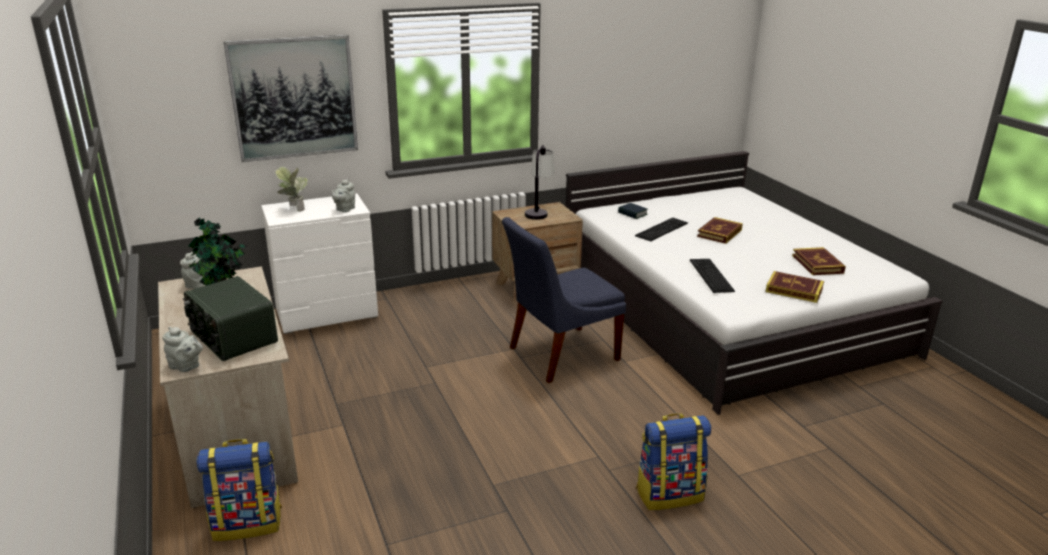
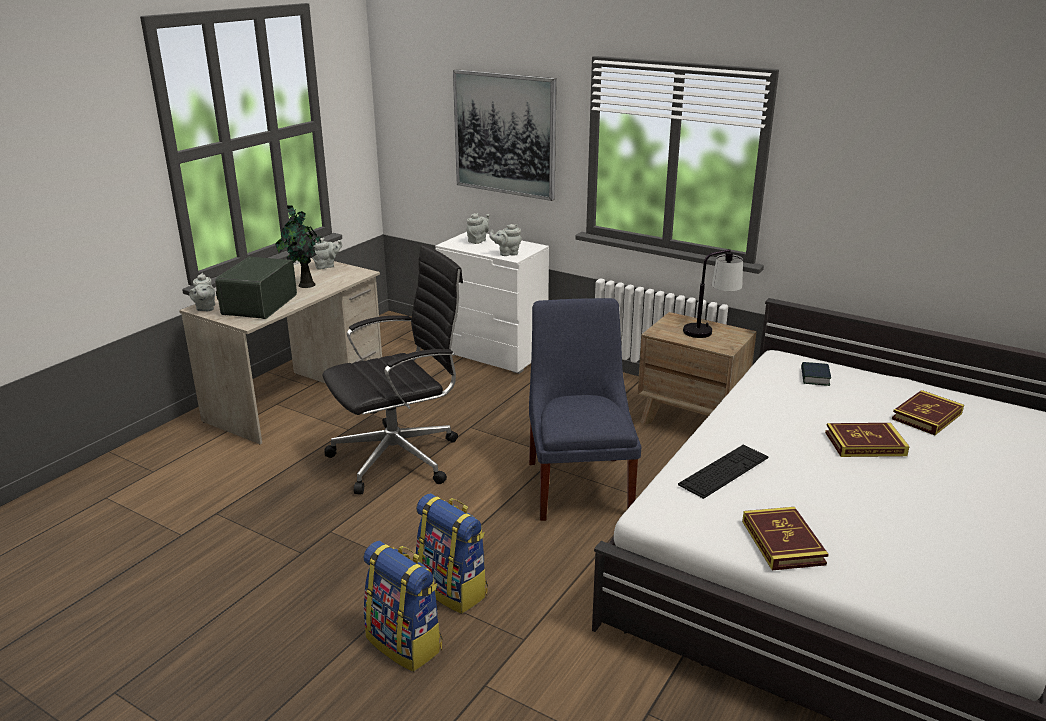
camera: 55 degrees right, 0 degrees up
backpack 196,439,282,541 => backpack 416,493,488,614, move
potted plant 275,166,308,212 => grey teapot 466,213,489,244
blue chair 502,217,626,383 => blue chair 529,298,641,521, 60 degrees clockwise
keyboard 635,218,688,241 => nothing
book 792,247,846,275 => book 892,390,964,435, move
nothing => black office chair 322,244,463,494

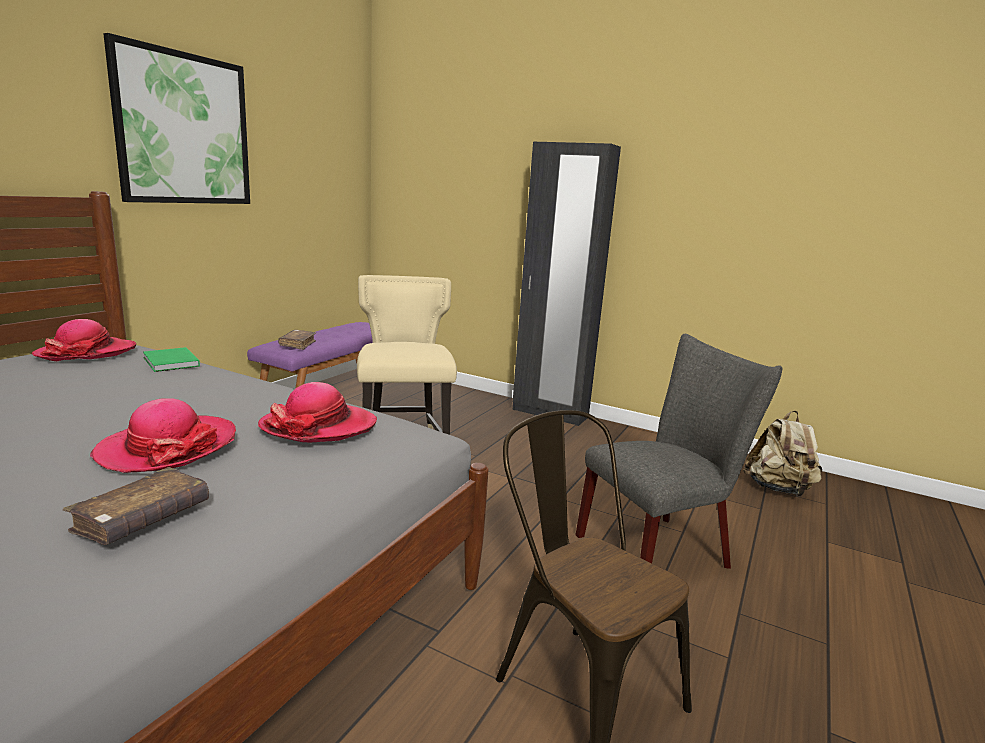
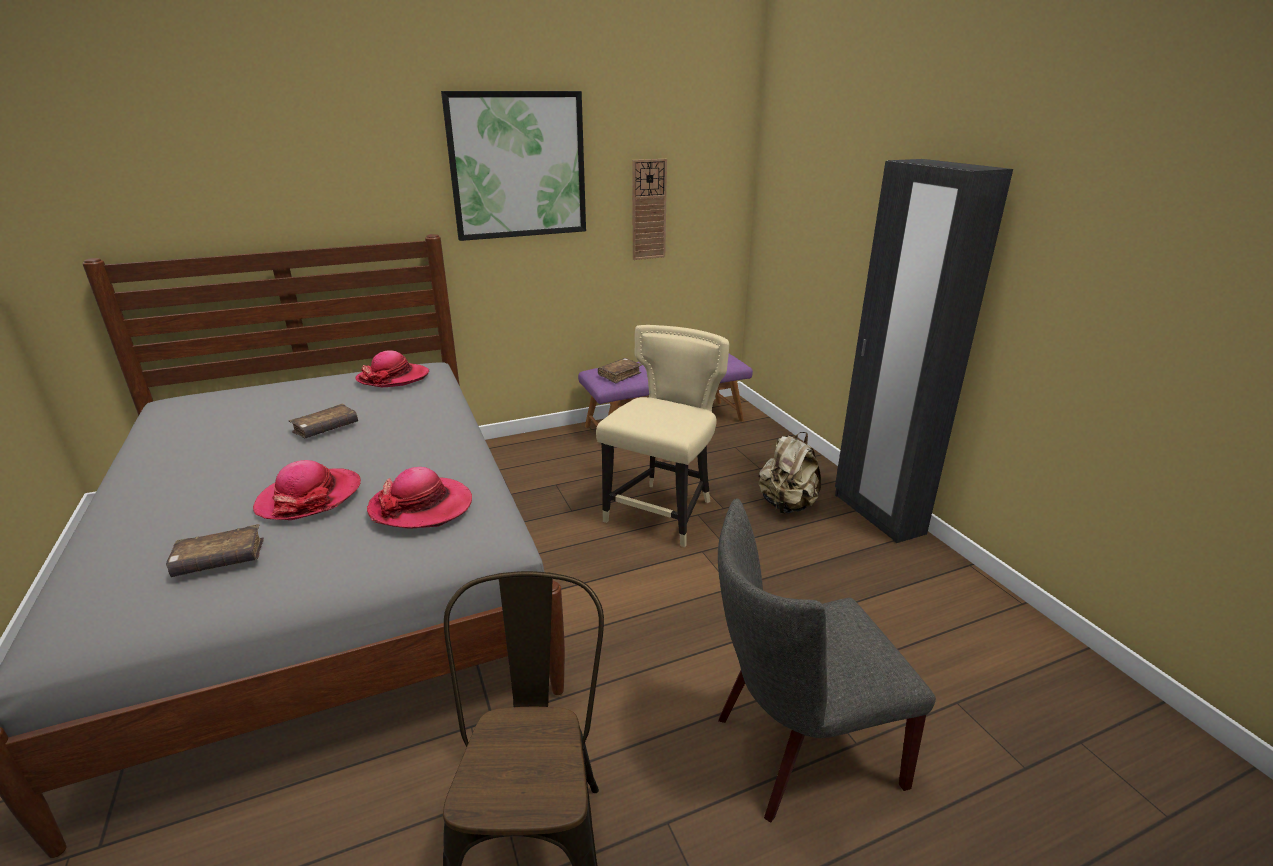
camera: 40 degrees right, 10 degrees up
green book 143,347,200,372 => nothing
grey chair 576,334,782,569 => grey chair 718,498,936,823, 150 degrees clockwise
beige backpack 743,411,822,497 => beige backpack 759,432,821,514, move
nothing => brown book 289,404,358,438
nothing => wall clock 632,159,667,260

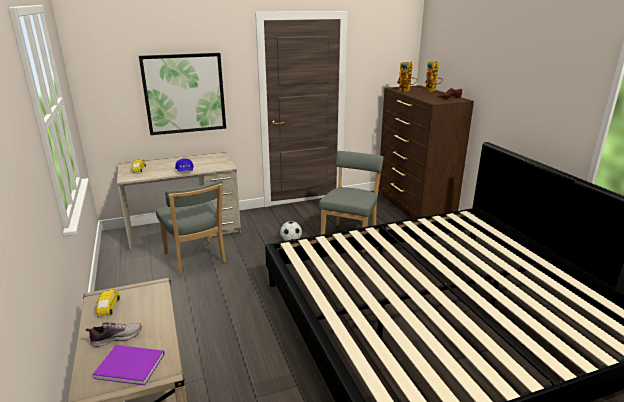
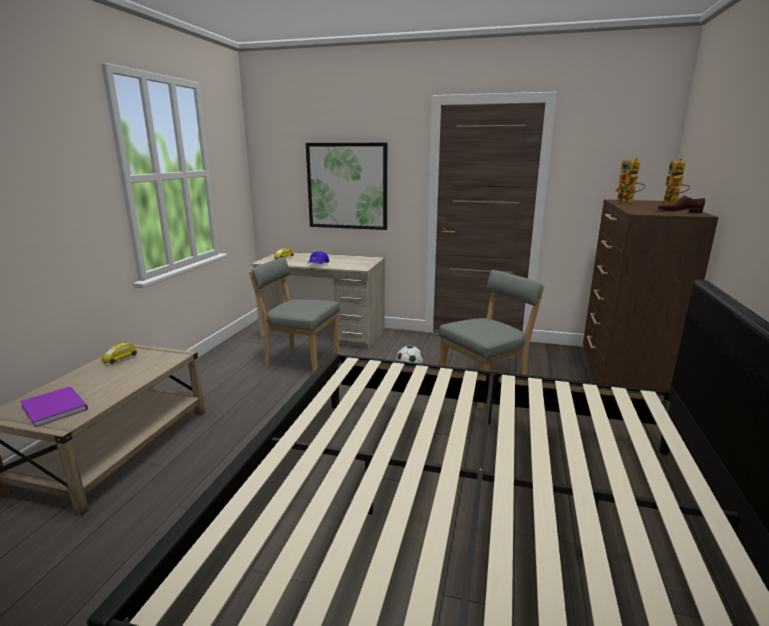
camera: 35 degrees right, 5 degrees down
shoe 86,322,141,347 => nothing
grey chair 156,180,226,275 => grey chair 249,257,340,373, 105 degrees clockwise

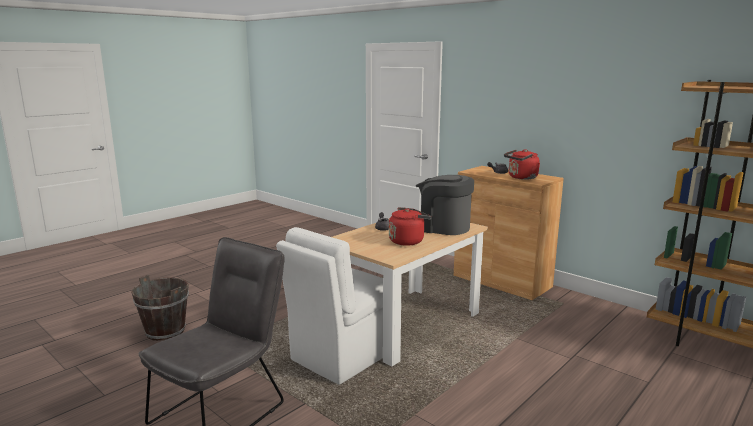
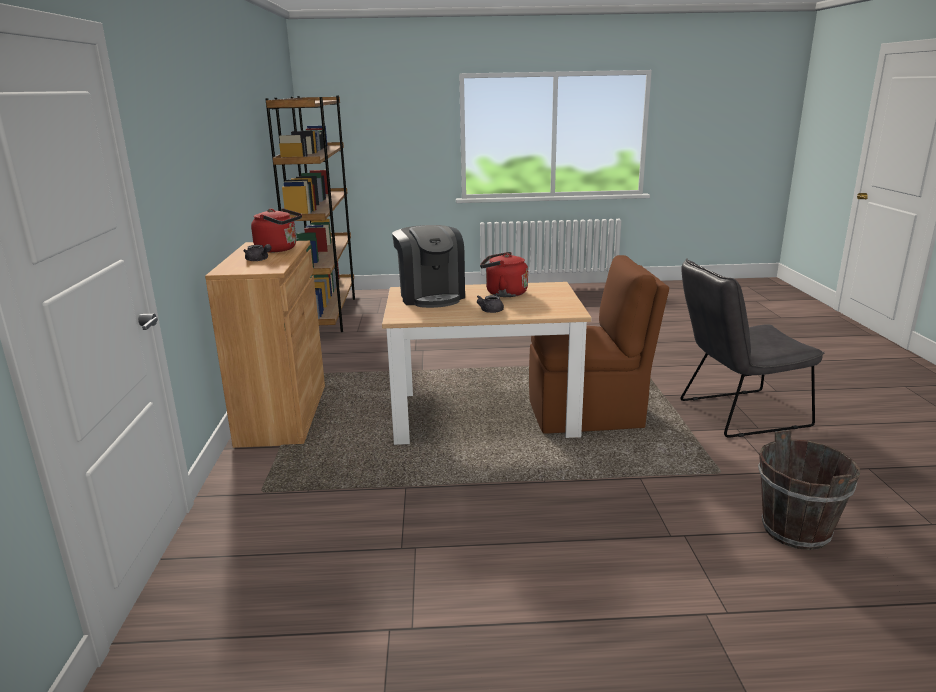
camera: 135 degrees left, 5 degrees up
white chair 276,227,383,385 => brown chair 529,255,669,434

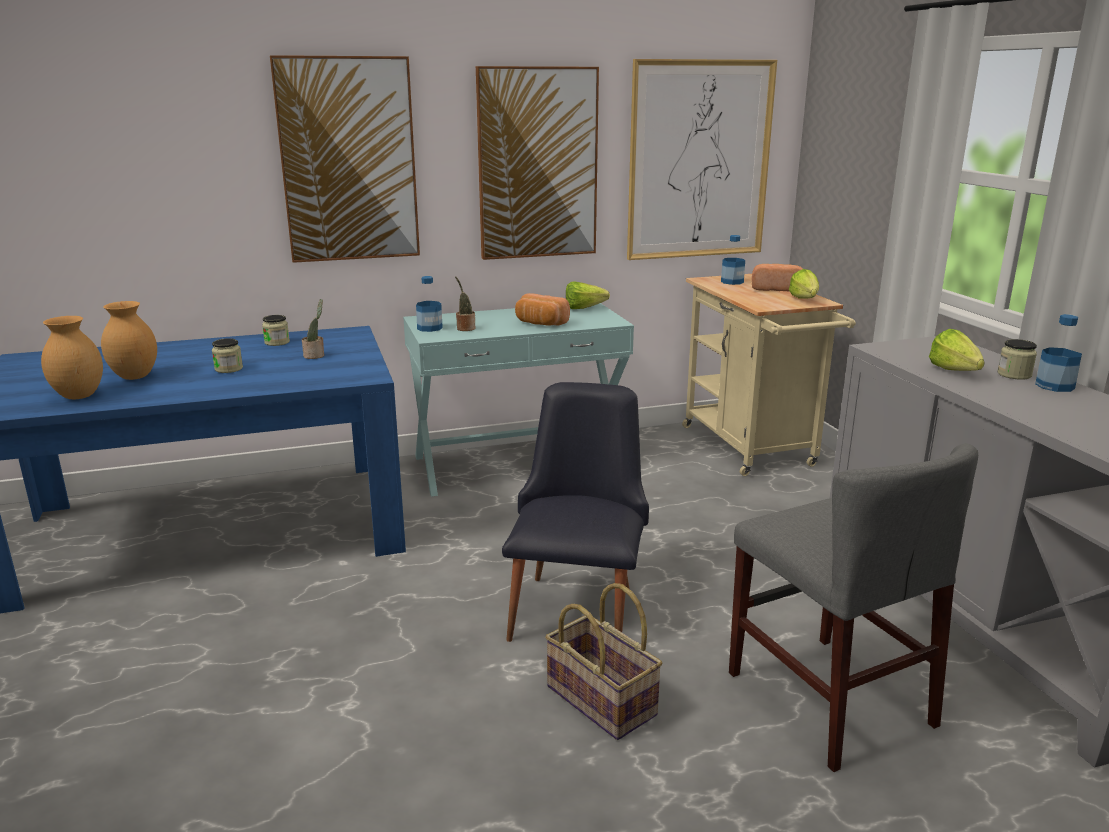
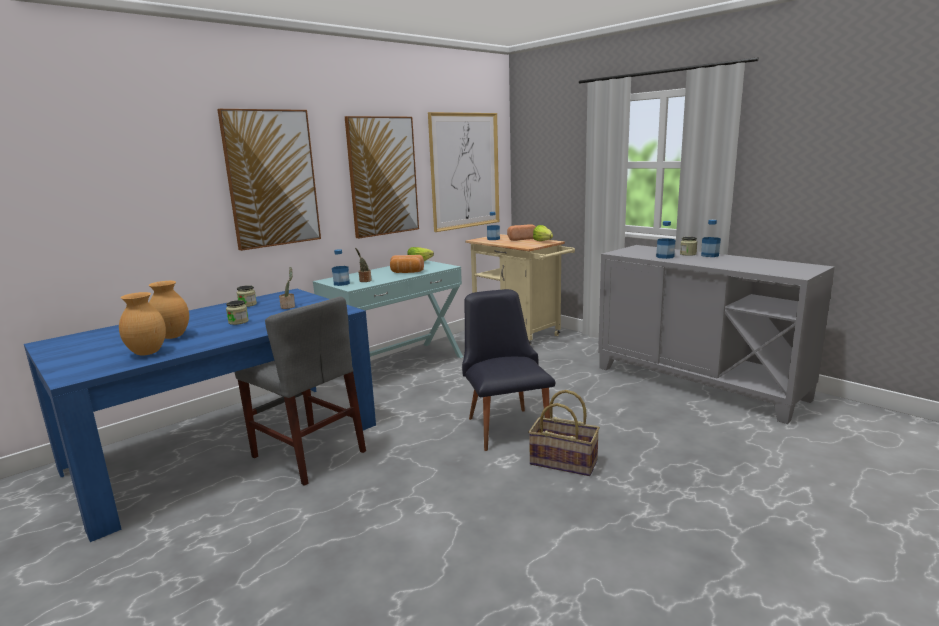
camera: 25 degrees left, 5 degrees down
grey chair 729,443,978,772 => grey chair 235,296,366,486, move
lettuce 929,329,985,371 => bottle 656,221,675,259

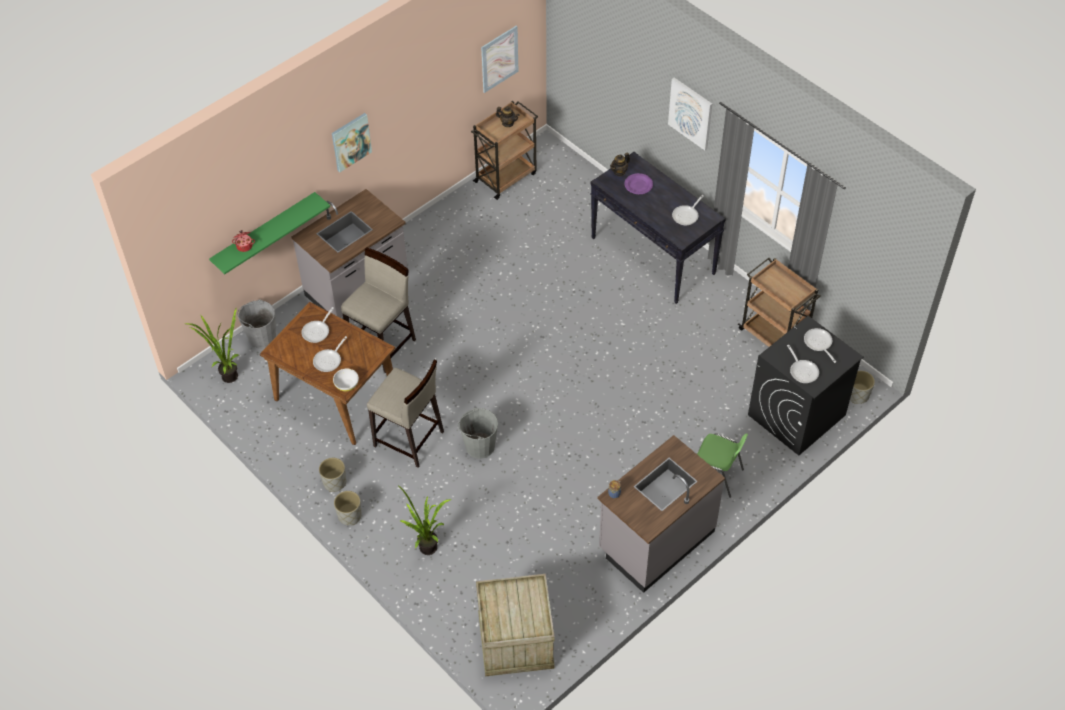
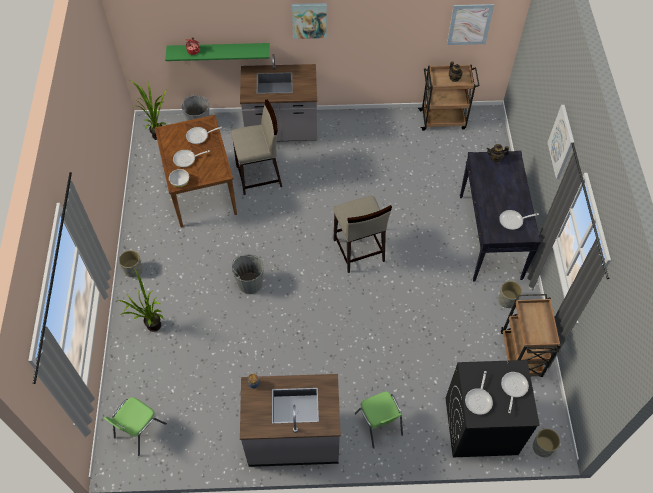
camera: 40 degrees right, 5 degrees up
grey planter 319,458,346,492 => grey planter 498,281,522,308, move
beige stool 367,359,444,468 => beige stool 333,195,392,273, move
crate 476,574,555,676 => green chair 104,397,167,456
purple plate 624,173,653,194 => nothing

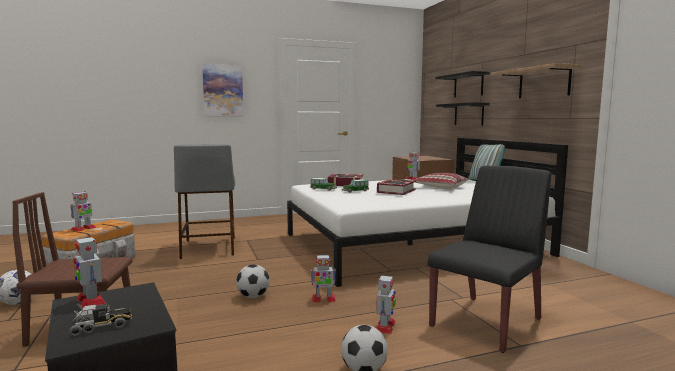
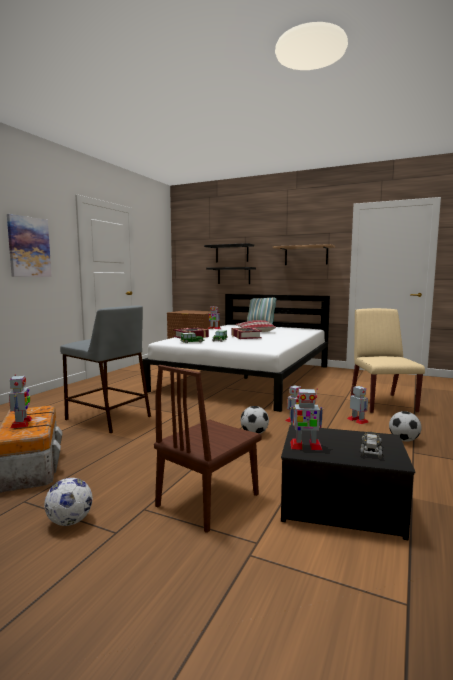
camera: 45 degrees left, 0 degrees up
black chair 427,166,551,353 => beige chair 351,308,425,413

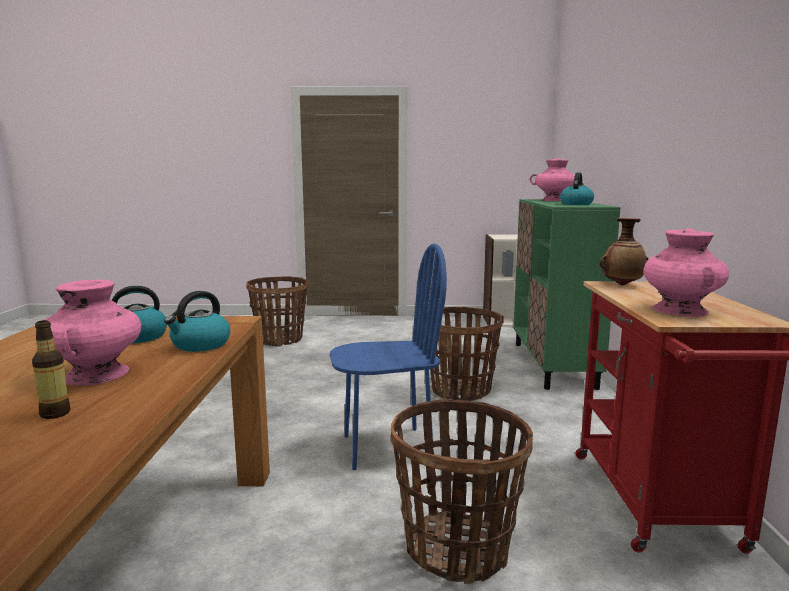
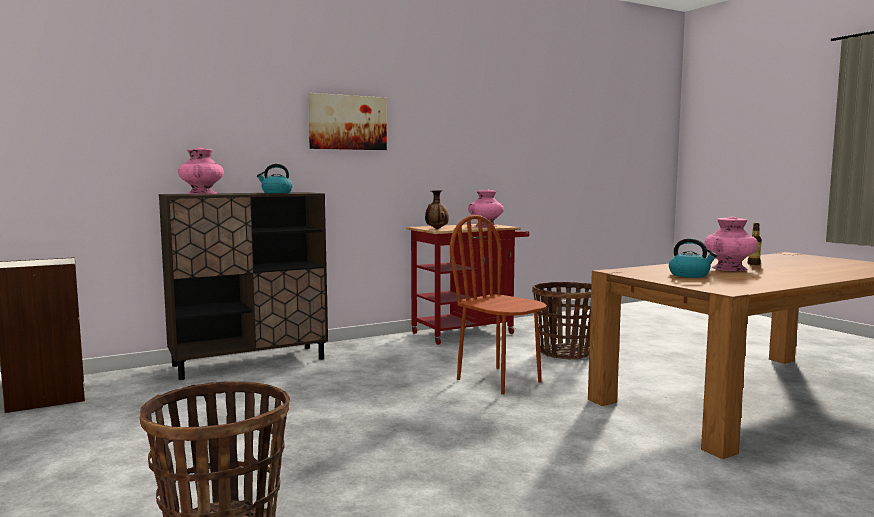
camera: 120 degrees left, 5 degrees down
kettle 164,291,230,352 => nothing
blue chair 330,244,447,470 => brown chair 450,215,547,395
basket 425,307,504,401 => nothing
green cabinet 513,199,621,390 => brown cabinet 159,192,328,380
nothing => picture 308,93,387,150

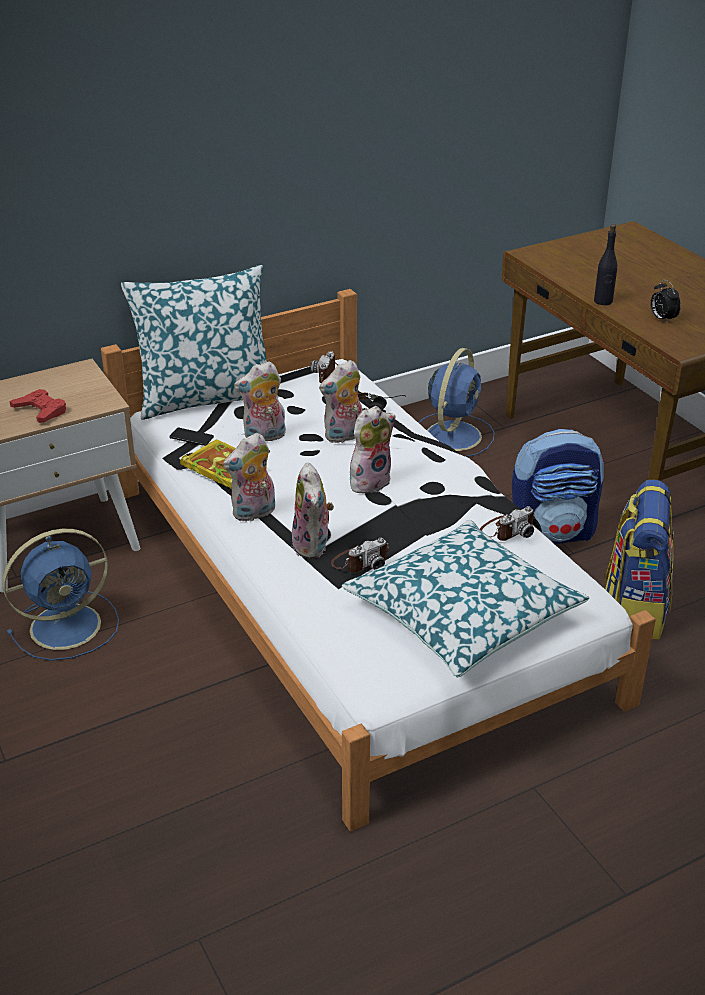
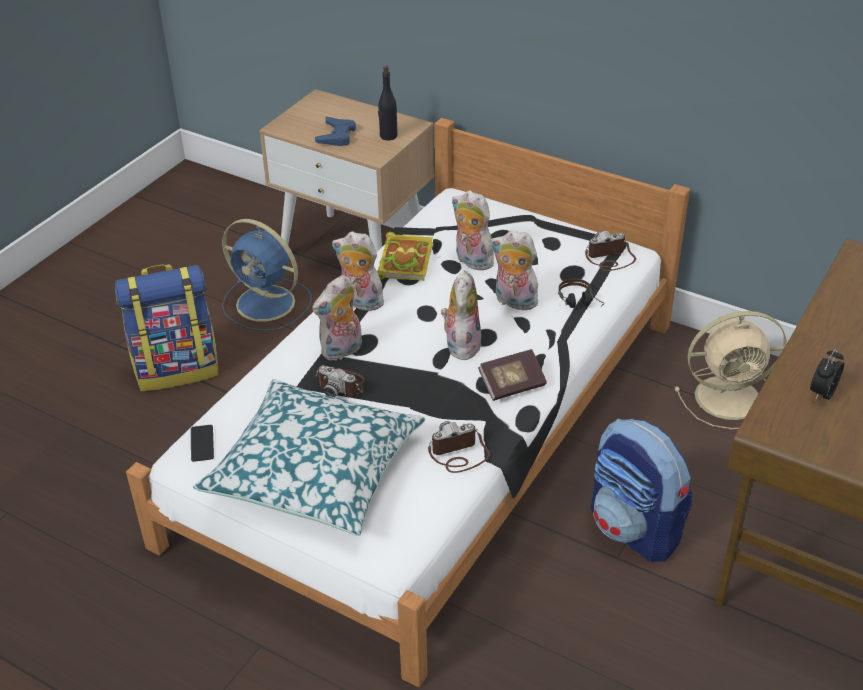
camera: 60 degrees right, 5 degrees up
red game controller 9,389,66,423 => blue game controller 315,117,356,146
pillow 121,265,278,420 => nothing
phone 169,428,214,446 => phone 191,425,214,462, move
plush toy 350,406,395,493 => plush toy 441,271,481,360, 105 degrees counterclockwise
blue fan 419,348,495,457 => beige fan 675,311,787,429
photo camera 480,506,535,541 => photo camera 428,421,490,473, 135 degrees clockwise
black bottle 594,224,617,305 => black bottle 378,65,398,140, move
backpack 605,480,674,639 => backpack 115,264,219,391, move
nothing => book 478,349,547,401

